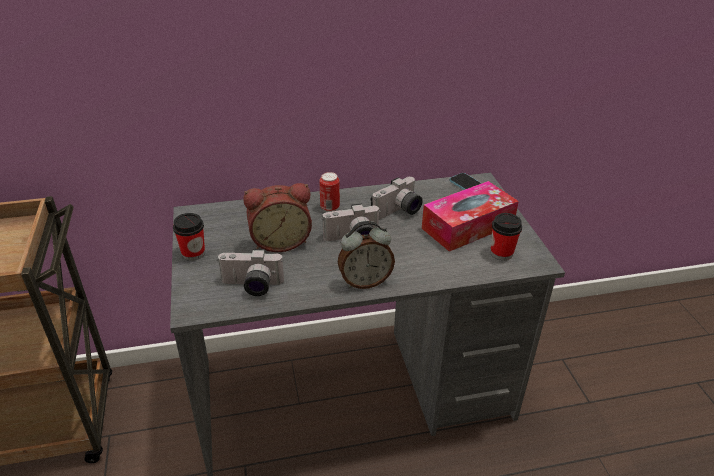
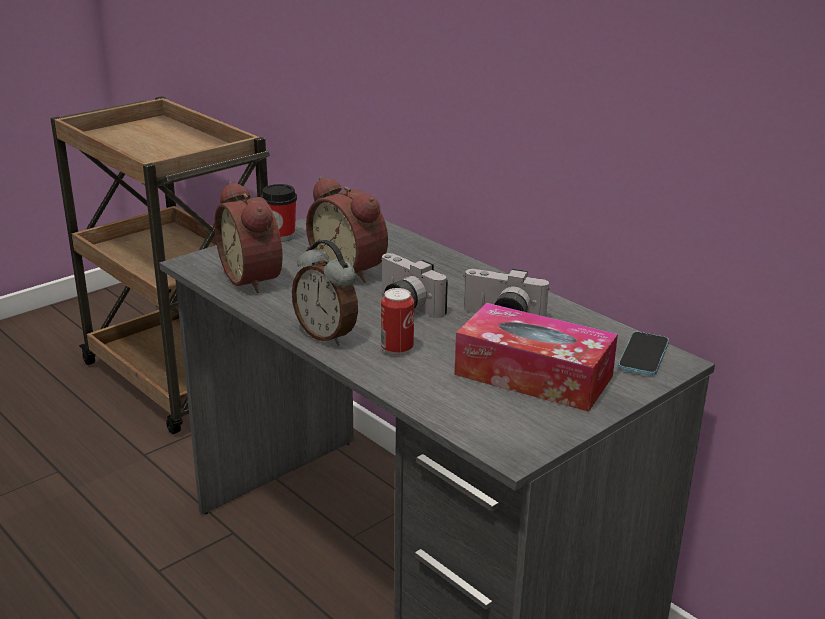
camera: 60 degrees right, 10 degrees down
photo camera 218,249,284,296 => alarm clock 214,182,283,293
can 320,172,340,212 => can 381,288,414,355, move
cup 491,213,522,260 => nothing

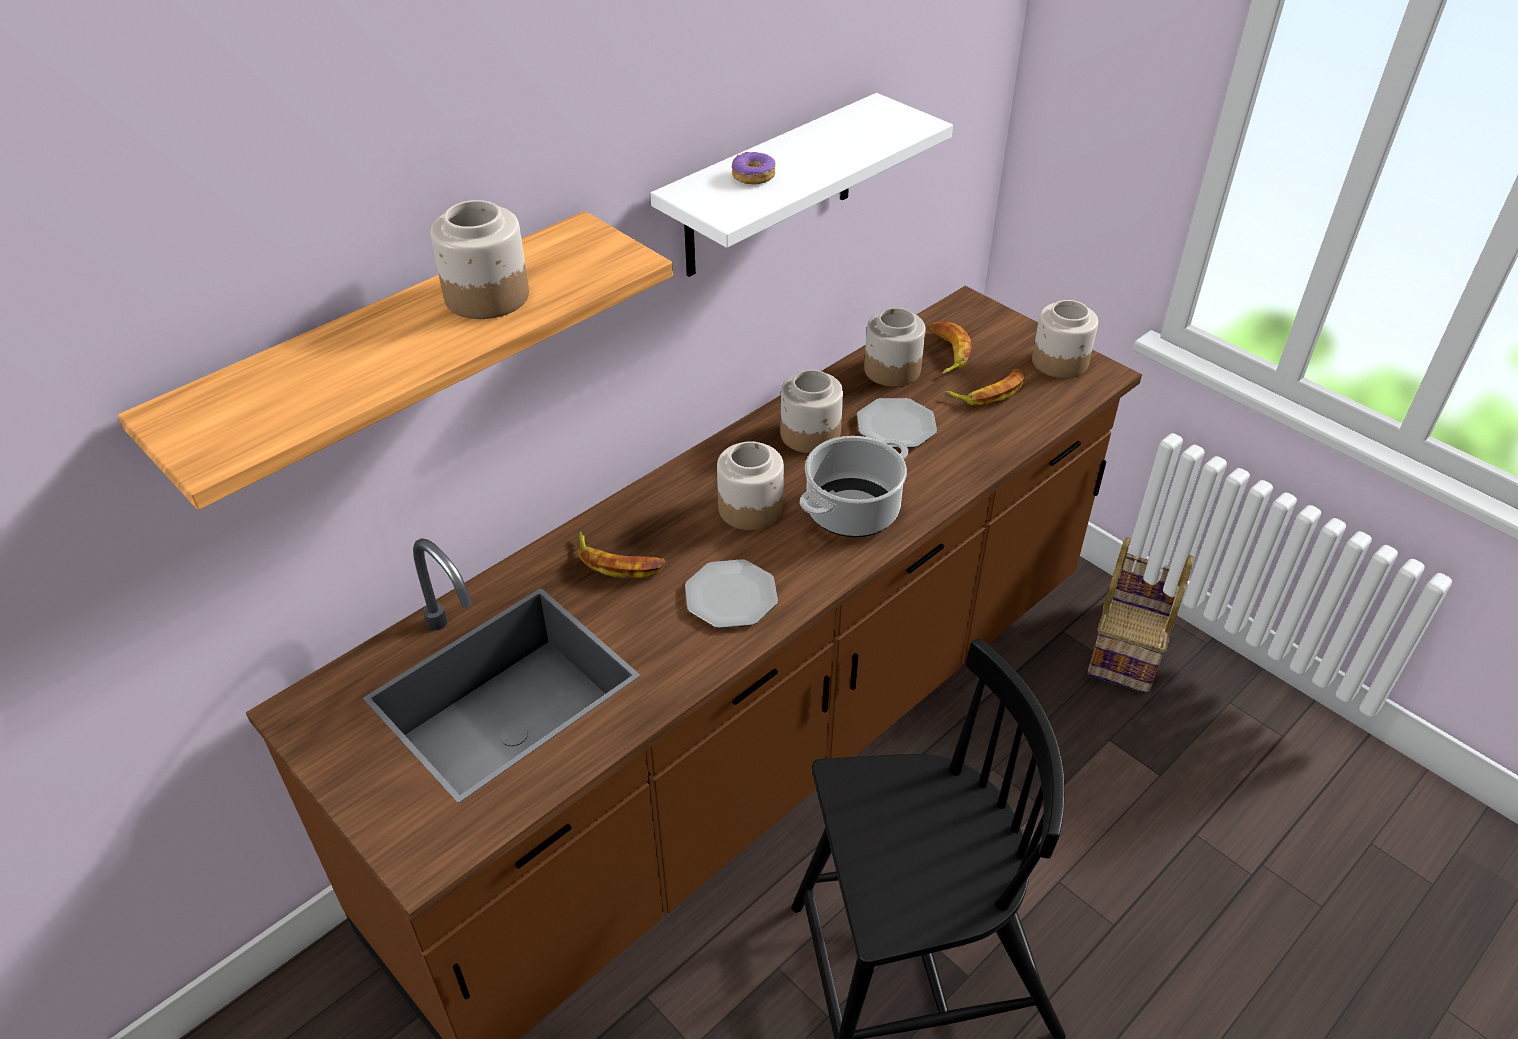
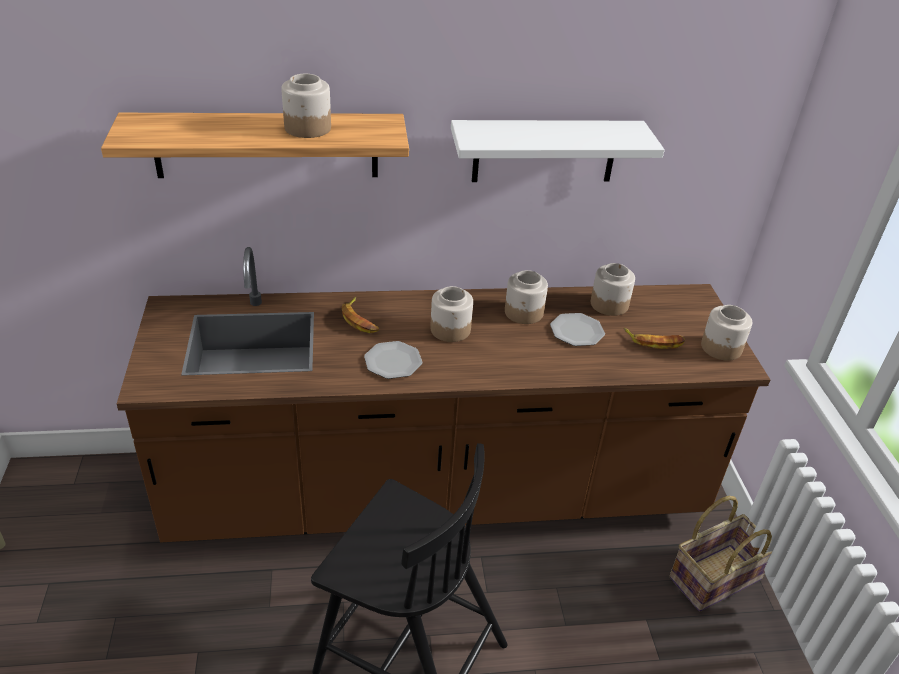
camera: 35 degrees right, 5 degrees down
donut 732,152,775,185 => nothing
cooking pot 800,436,908,537 => nothing
banana 928,321,972,375 => nothing

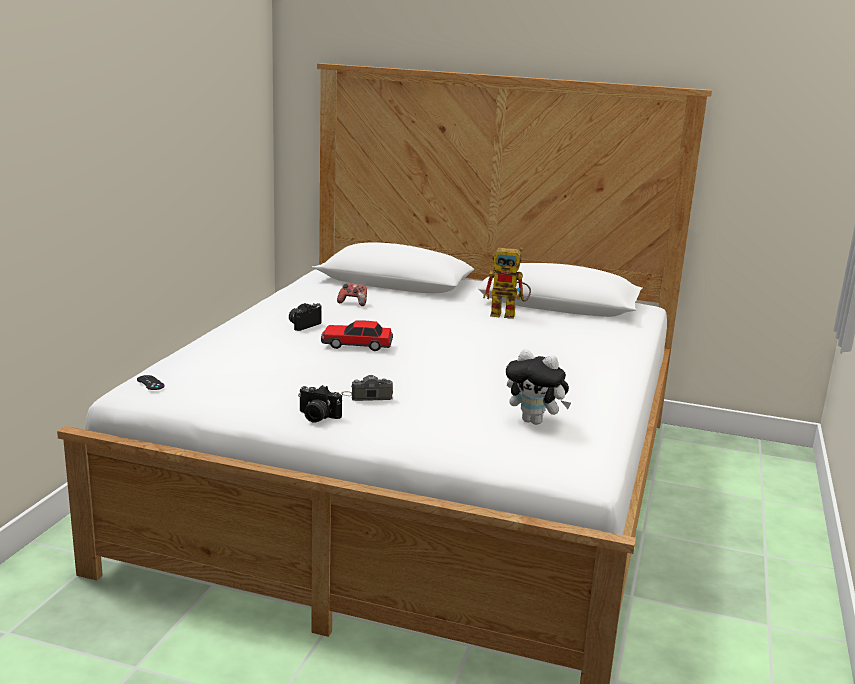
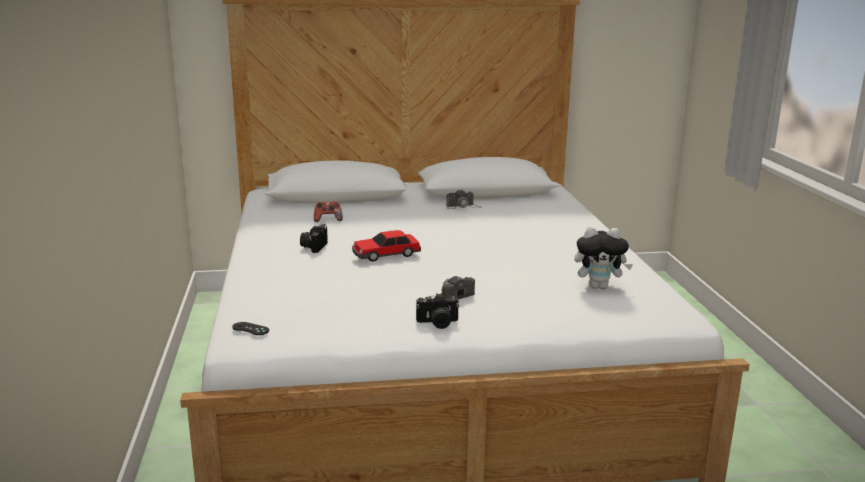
camera: 25 degrees left, 0 degrees up
toy robot 483,247,531,319 => photo camera 446,189,481,209

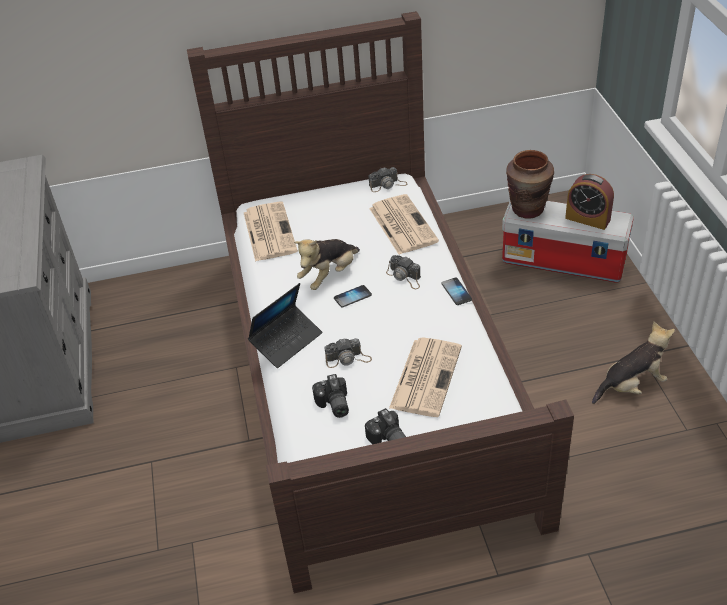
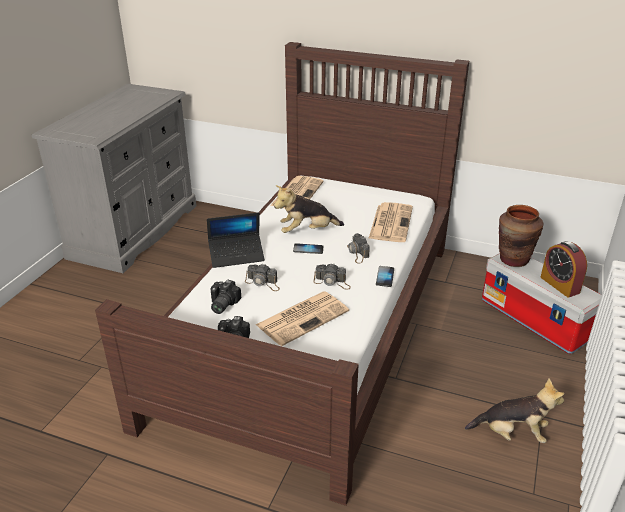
camera: 30 degrees right, 10 degrees down
photo camera 368,167,407,192 => photo camera 313,263,351,290, move

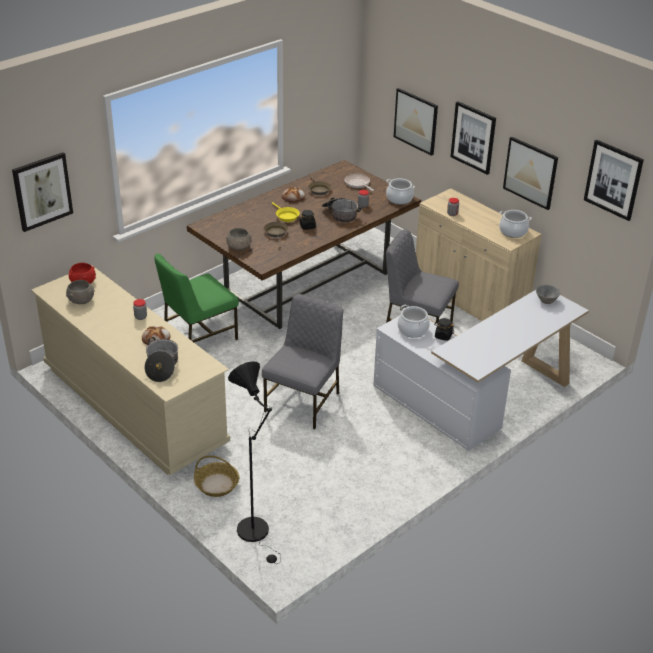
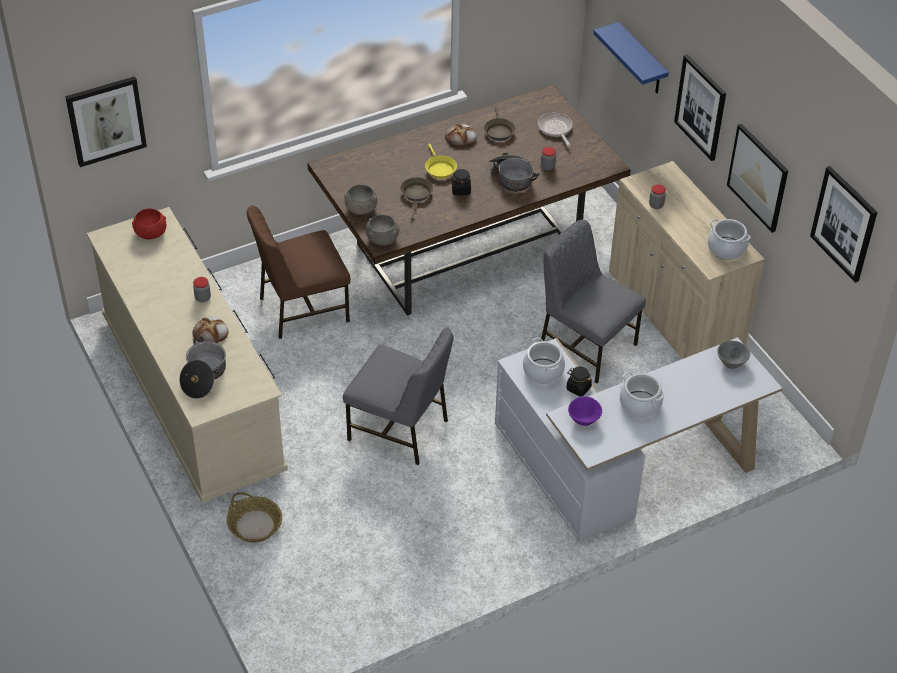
camera: 15 degrees right, 10 degrees up
grey bowl 66,280,95,304 => grey bowl 365,214,400,246, move
green chair 154,254,239,342 => brown chair 247,206,351,339
black floor lamp 228,361,281,564 => nothing
grey chair 262,294,343,429 => grey chair 343,327,453,465, 75 degrees clockwise
cooking pot 386,178,415,204 => cooking pot 620,372,664,418, move
picture 394,88,438,156 => blue shelf 593,22,669,93
nothing => purple bowl 568,396,602,426

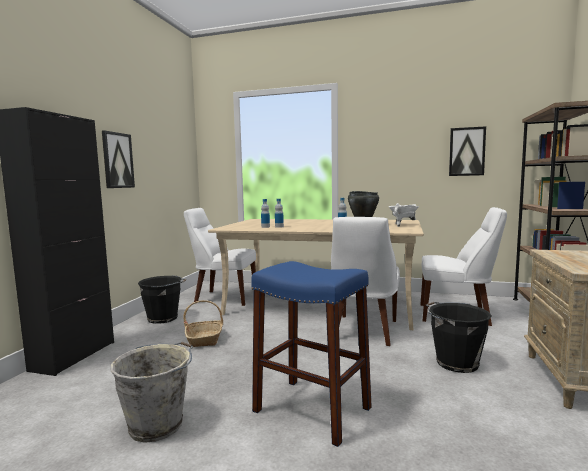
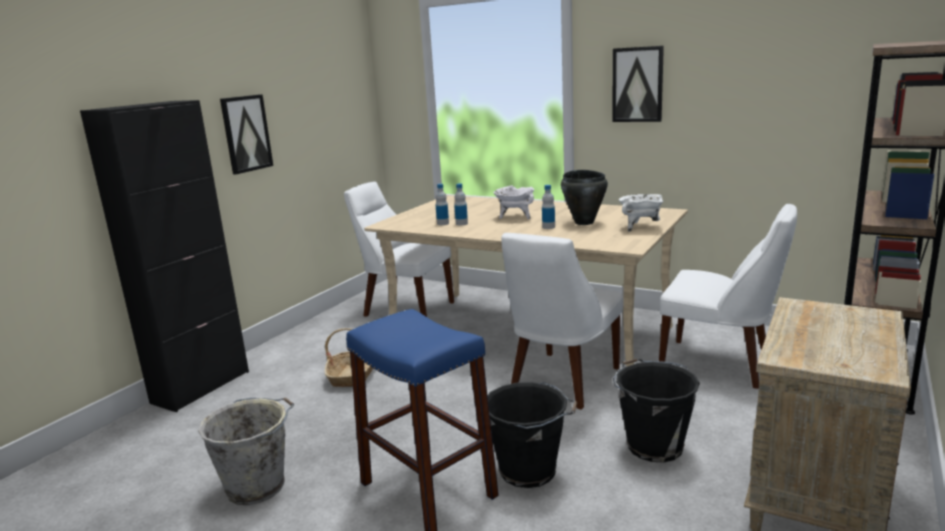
camera: 15 degrees right, 10 degrees up
black bucket 138,275,186,324 => black bucket 488,382,577,488, move
picture 449,126,486,176 => picture 612,46,664,122, move
nothing => white cooking pot 494,185,534,219

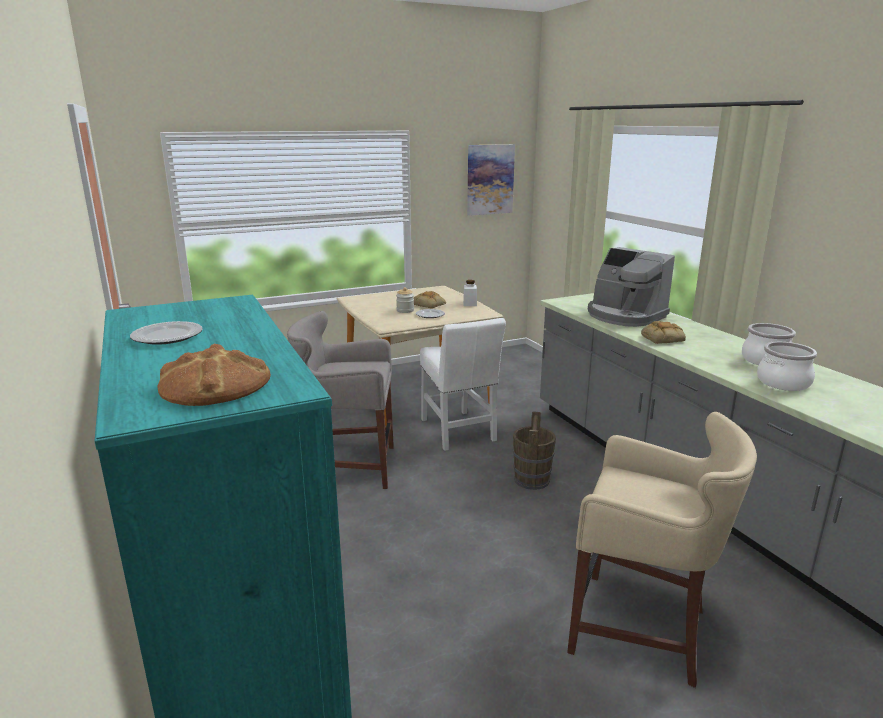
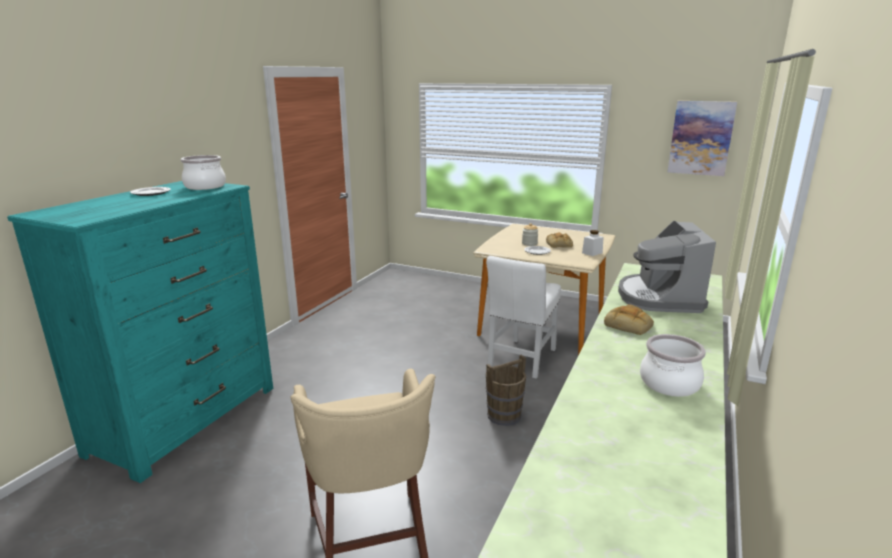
camera: 50 degrees right, 0 degrees up
bread 158,344,271,406 => nothing
grey stool 287,311,394,489 => nothing
cooking pot 757,342,817,391 => cooking pot 181,155,226,190, move

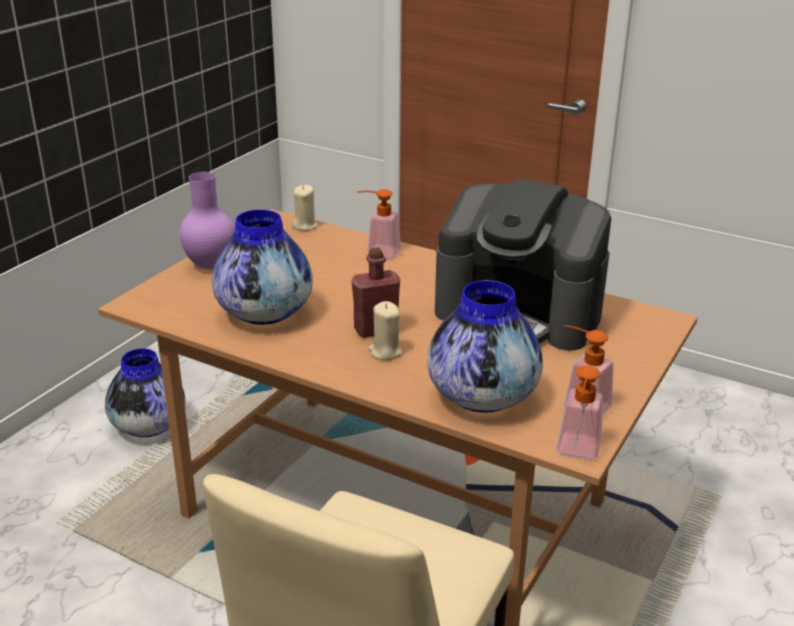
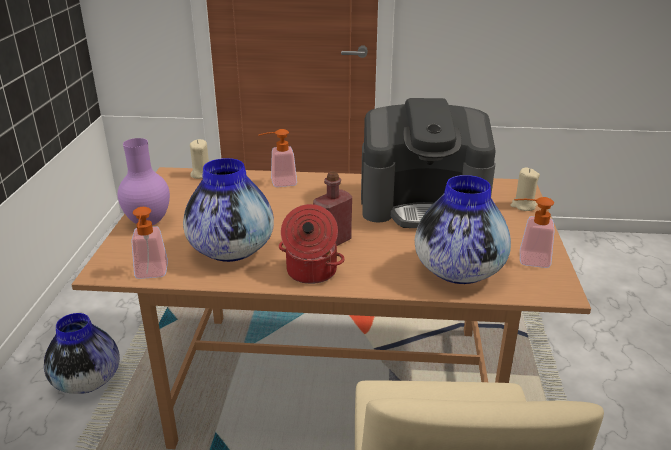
camera: 25 degrees left, 0 degrees up
beige candle 368,301,402,360 => beige candle 510,167,540,211, move
soap dispenser 557,366,603,460 => soap dispenser 131,207,168,279, move
nothing => cooking pot 279,204,345,284

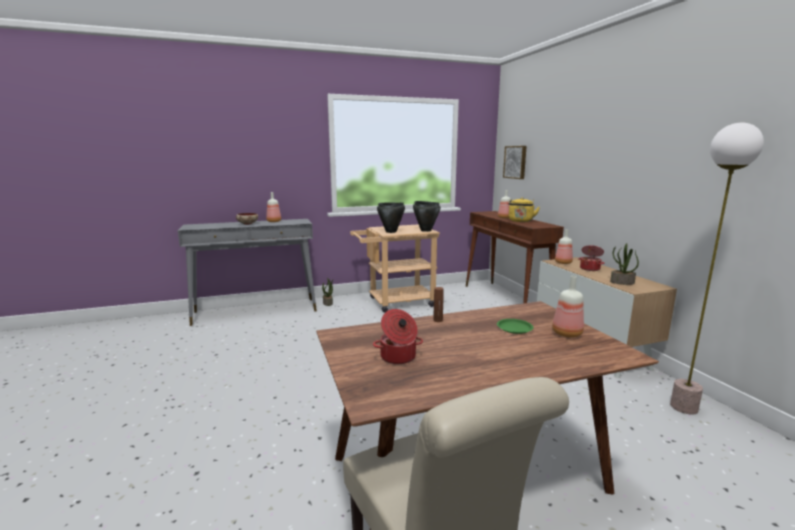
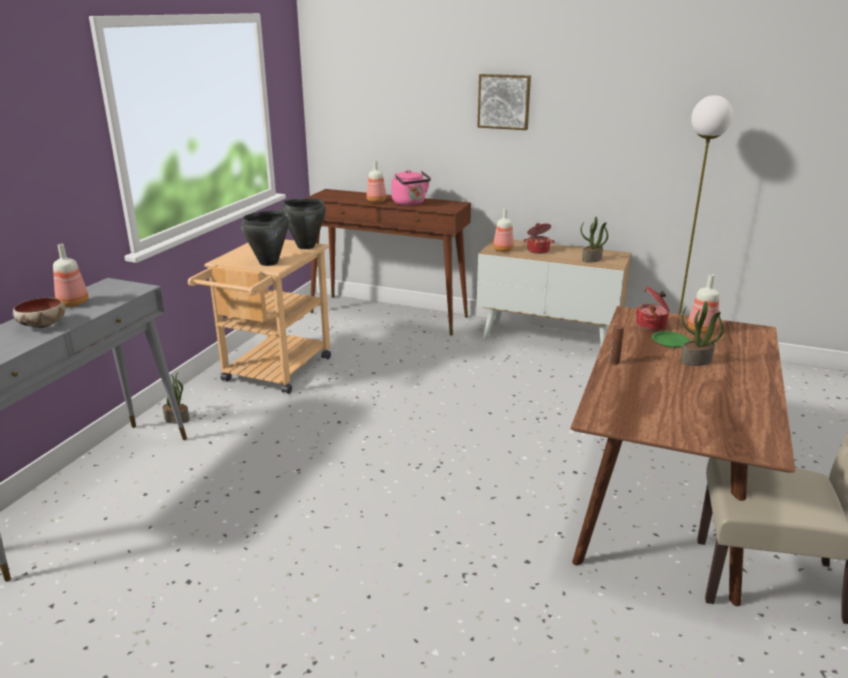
camera: 50 degrees left, 10 degrees up
cooking pot 373,309,423,364 => cooking pot 636,286,670,330, move
picture 503,146,527,179 => picture 478,74,531,130, move
yellow kettle 509,197,540,222 => pink kettle 391,170,431,206
nothing => potted plant 680,301,724,366

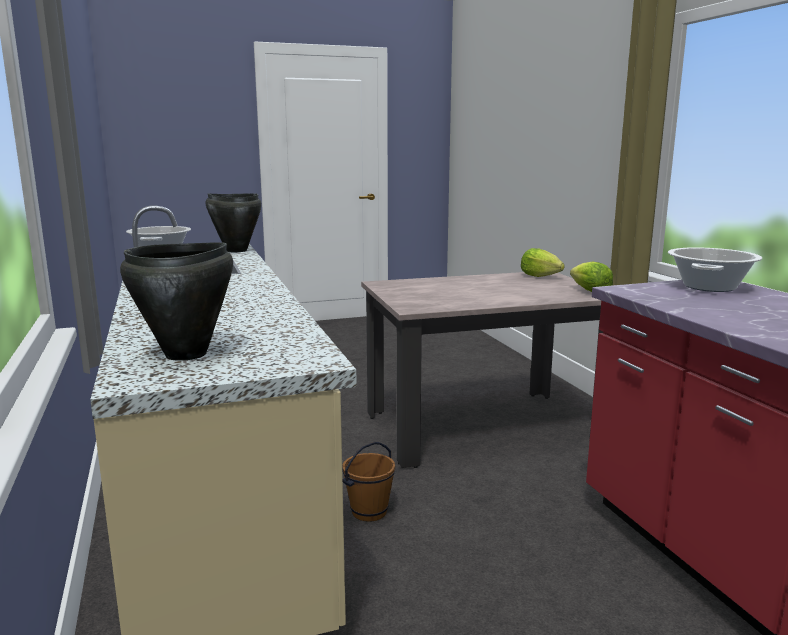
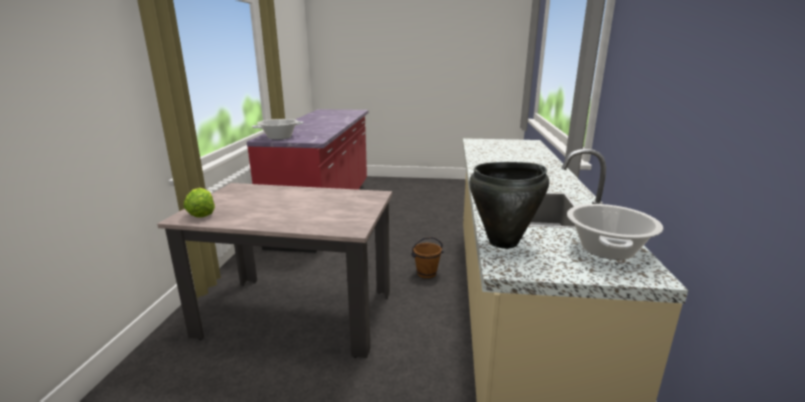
camera: 155 degrees left, 5 degrees up
black cooking pot 120,242,233,361 => nothing
lettuce 570,262,613,292 => nothing

